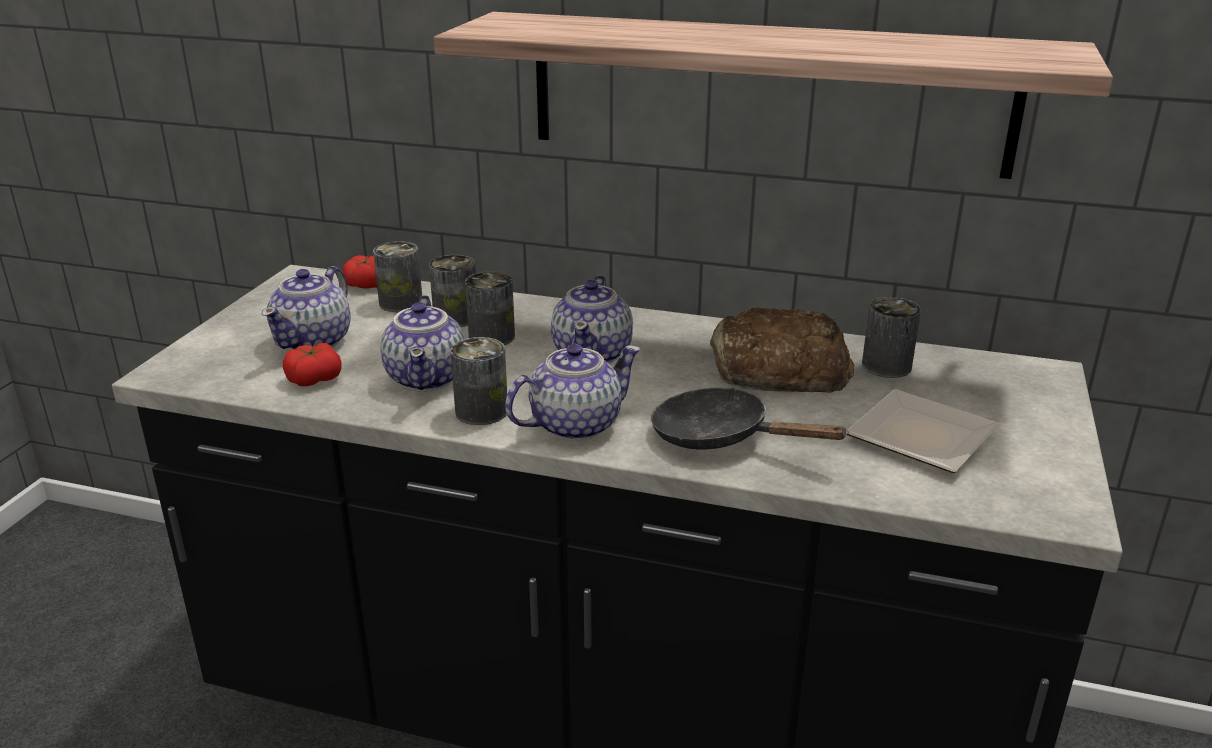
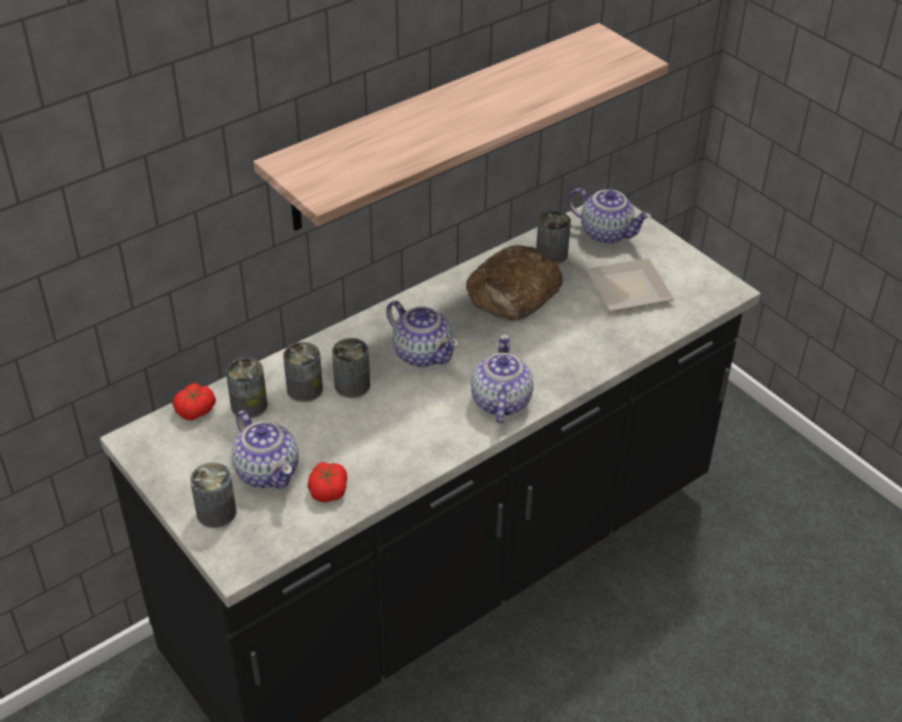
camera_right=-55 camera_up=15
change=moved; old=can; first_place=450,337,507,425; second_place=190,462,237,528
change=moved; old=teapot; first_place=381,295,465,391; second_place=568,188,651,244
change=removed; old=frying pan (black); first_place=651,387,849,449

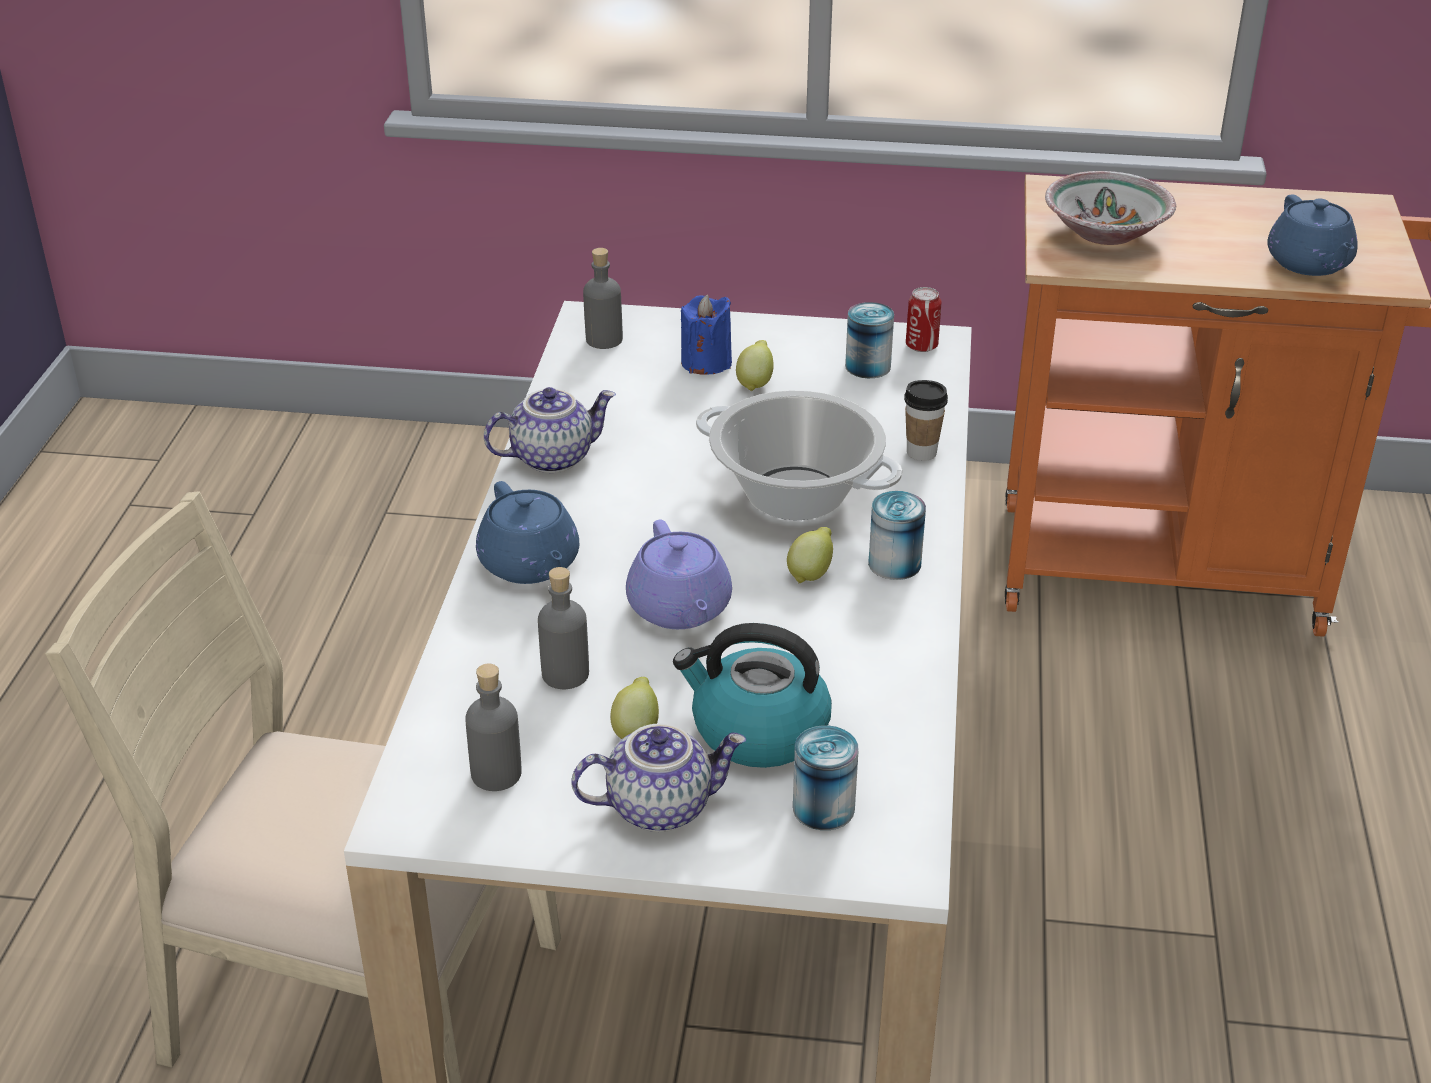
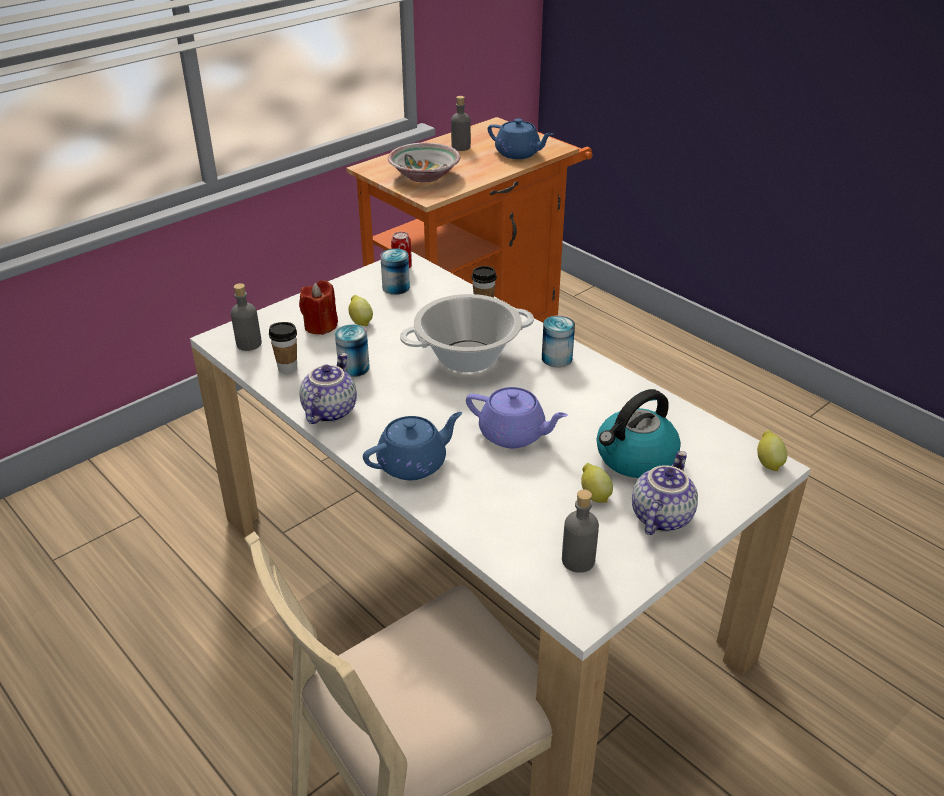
camera_right=-50 camera_up=0
change=added; new=cup; second_place=269,322,297,373
change=recoloured; old=candle (blue); new=candle (red); first_place=681,295,732,374; second_place=299,280,338,335
change=moved; old=can; first_place=793,726,859,830; second_place=335,325,370,377
change=turned; old=teapot (blue); first_place=476,481,579,584; second_place=363,412,462,480; degrees=-45
change=moved; old=bottle (grey); first_place=538,567,589,689; second_place=451,96,471,151
change=moved; old=lemon; first_place=787,527,833,583; second_place=757,430,787,472

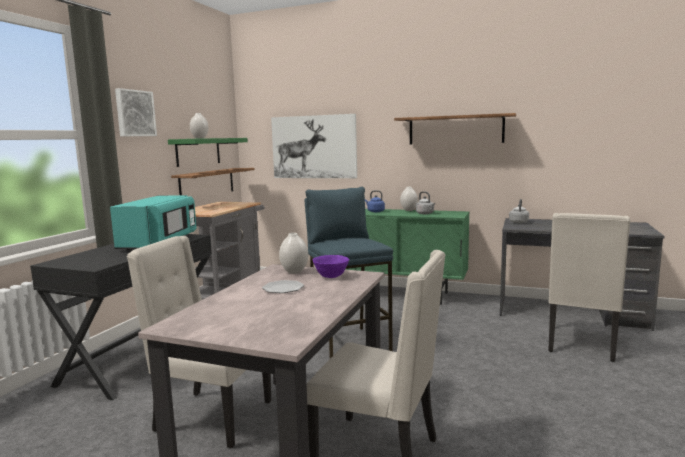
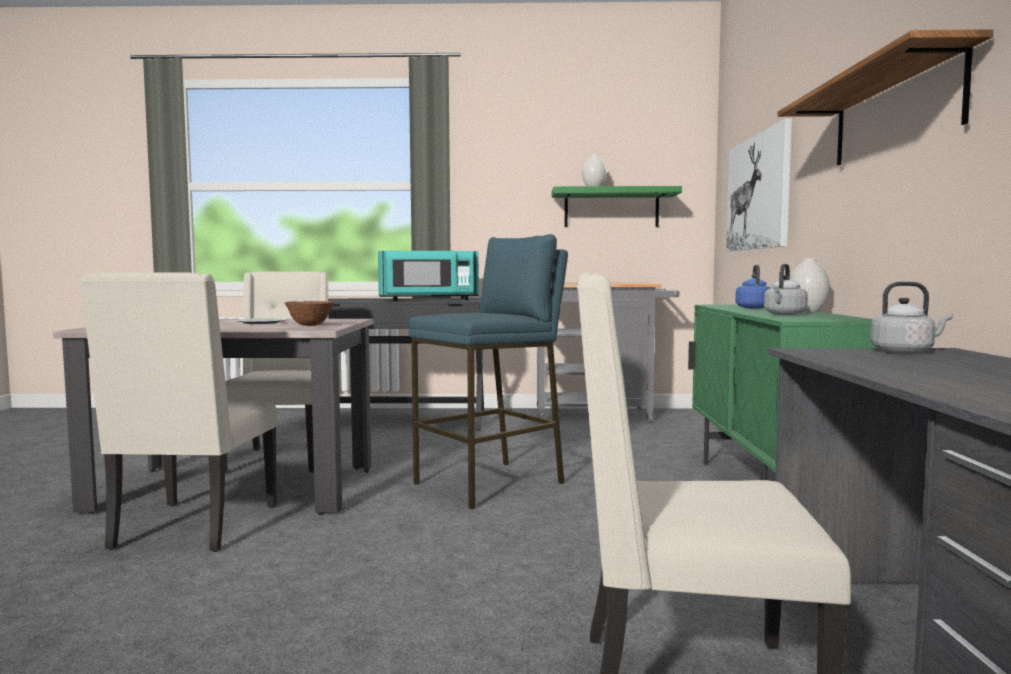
camera_right=70 camera_up=-5
change=recoloured; old=bowl (purple); new=bowl (brown); first_place=313,255,349,278; second_place=285,301,334,326
change=removed; old=picture; first_place=115,88,157,136
change=removed; old=shelf; first_place=171,168,255,195
change=removed; old=vase (white); first_place=279,233,308,274

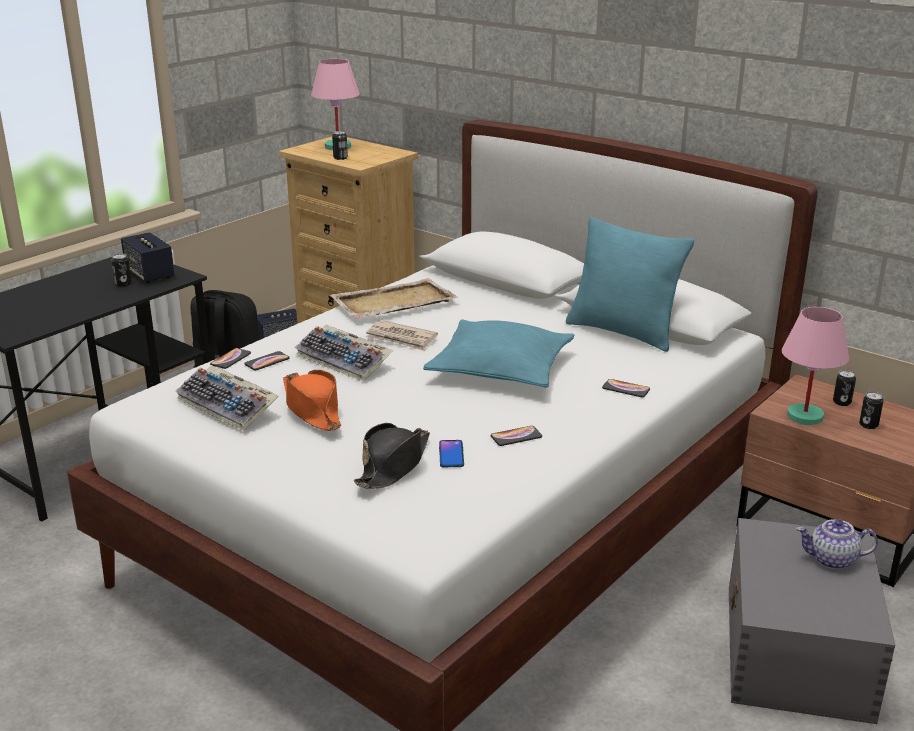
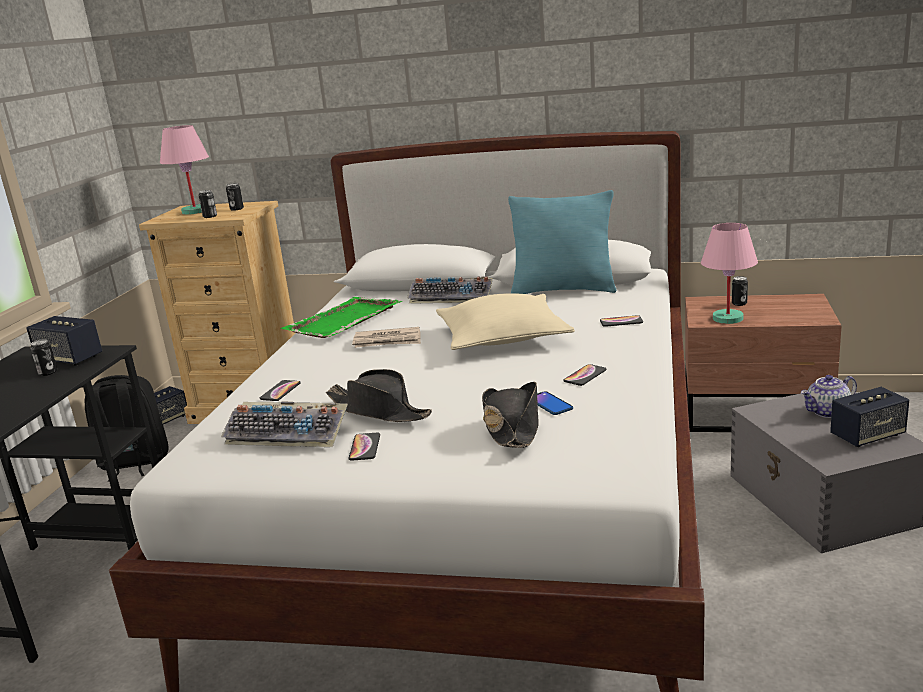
camera_right=-25 camera_up=-5
change=moved; old=can; first_place=859,392,884,429; second_place=226,183,244,211
change=recoloured; old=tray (beige); new=tray (green); first_place=330,278,459,318; second_place=280,297,402,338
change=recoloured; old=hat (orange); new=hat (black); first_place=283,370,341,431; second_place=326,369,432,422
change=moved; old=phone; first_place=210,348,251,369; second_place=349,433,380,461
change=moved; old=keyboard; first_place=295,324,393,382; second_place=407,276,493,304
change=recoloured; old=pillow (turquoise); new=pillow (beige); first_place=423,319,574,388; second_place=436,293,575,350
change=added; new=speaker; second_place=830,387,909,447

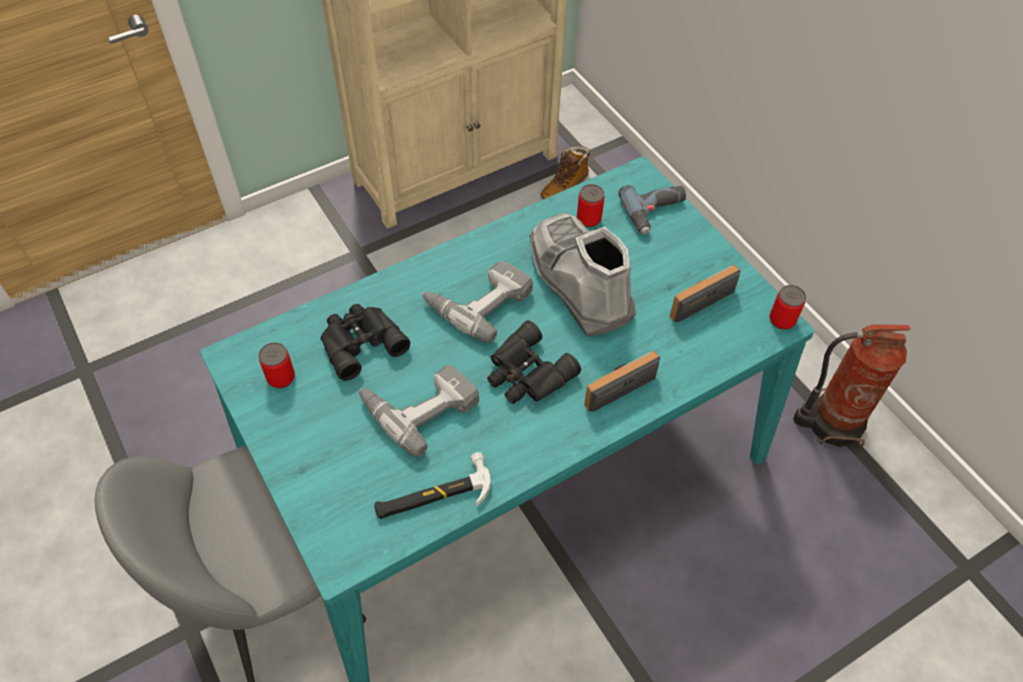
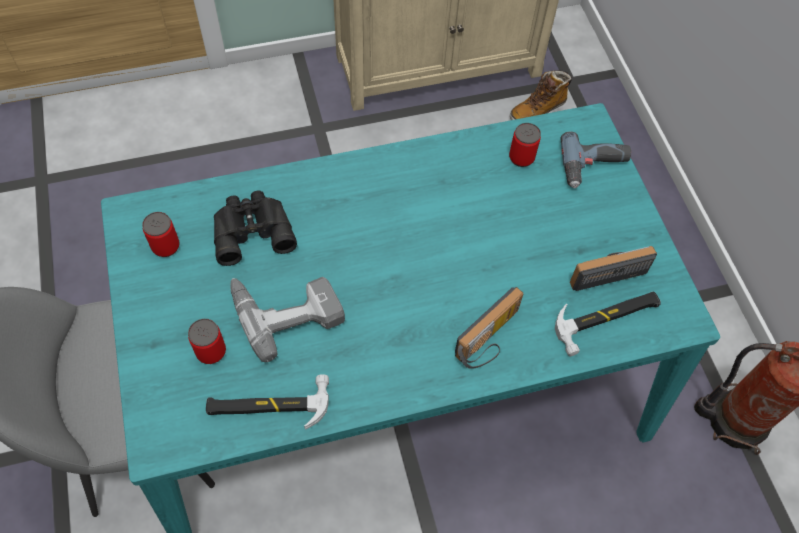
camera_right=15 camera_up=5
change=moved; old=can; first_place=769,285,806,330; second_place=188,319,226,364
change=turned; old=radio; first_place=584,351,660,412; second_place=455,287,523,369; degrees=150
change=added; new=hammer; second_place=555,292,661,356
change=removed; old=power drill; first_place=422,261,533,343
change=removed; old=binoculars (black); first_place=487,320,581,404
change=removed; old=boot (grey); first_place=529,213,636,337

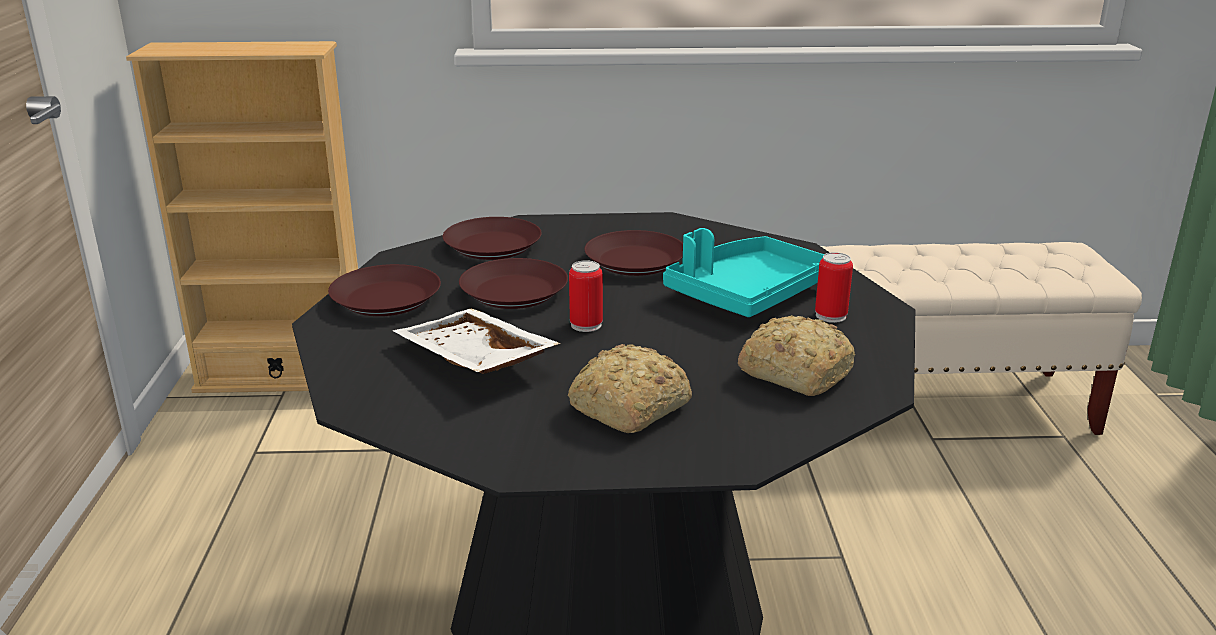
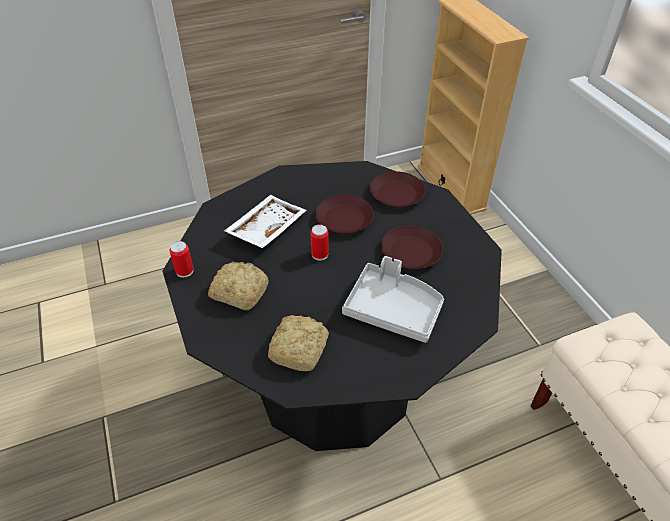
camera_right=70 camera_up=20
change=moved; old=can; first_place=815,252,853,323; second_place=170,241,194,278
change=recoloured; old=tray (turquoise); new=tray (grey); first_place=663,228,824,317; second_place=342,256,444,343
change=removed; old=plate (brown); first_place=328,264,441,316

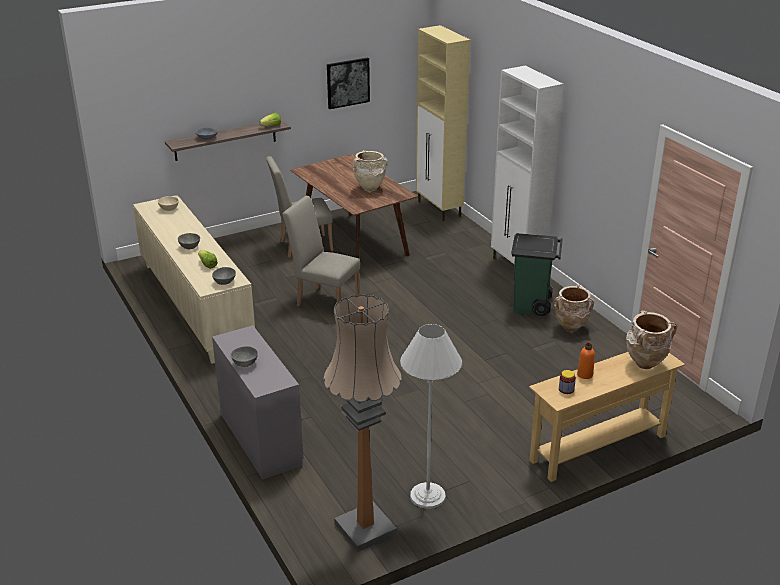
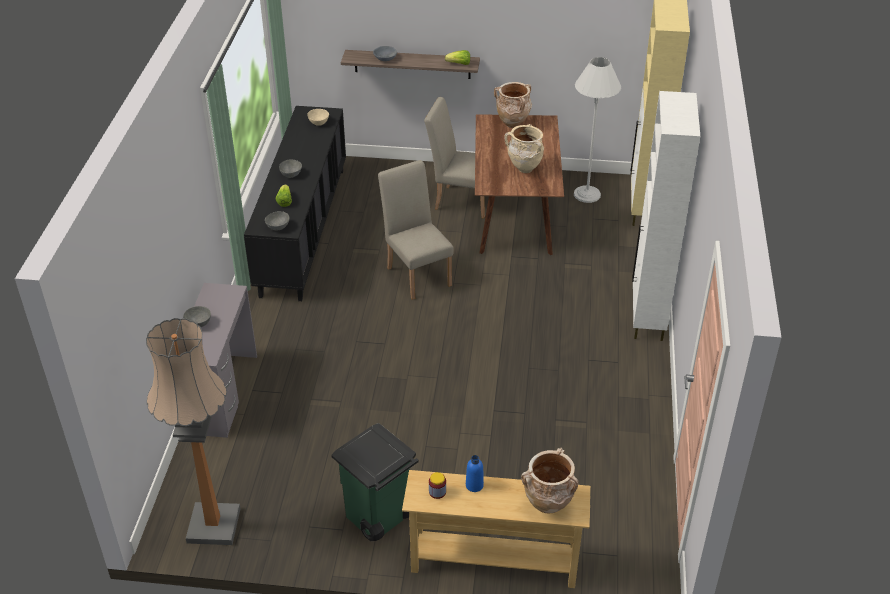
camera_right=35 camera_up=10
change=recoloured; old=cabinet (beige); new=cabinet (black); first_place=133,195,255,364; second_place=244,106,346,301
change=moved; old=trash can (green); first_place=511,233,563,316; second_place=331,423,419,541
change=recoloured; old=bottle (orange); new=bottle (blue); first_place=577,343,595,379; second_place=466,455,484,492
change=moved; old=vase (beige); first_place=554,285,594,332; second_place=494,82,532,128
change=moved; old=floor lamp (white); first_place=400,324,462,509; second_place=574,57,621,203
change=removed; old=picture; first_place=327,57,370,109

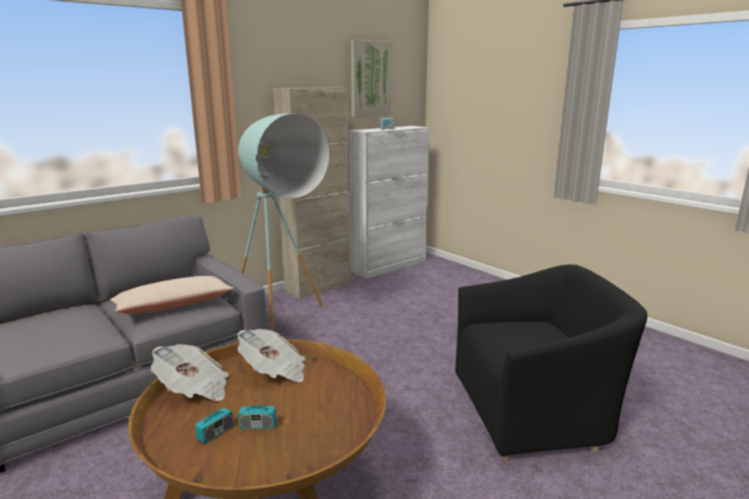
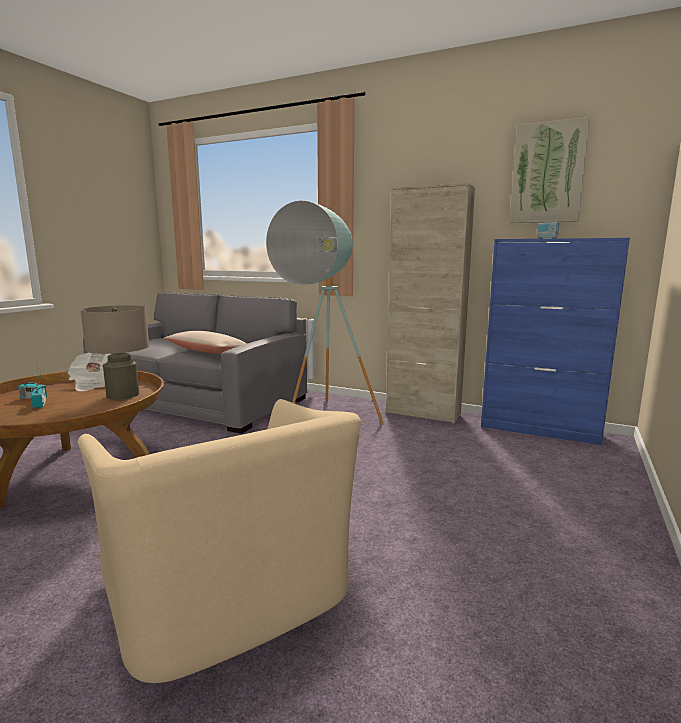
camera_right=65 camera_up=-5
change=recoloured; old=armchair (black); new=armchair (beige); first_place=455,265,647,461; second_place=78,399,361,683
change=replaced; old=newspaper; new=table lamp (beige); first_place=238,329,305,382; second_place=80,305,149,400
change=recoloured; old=cabinet (white); new=cabinet (blue); first_place=349,126,430,279; second_place=481,238,630,445

